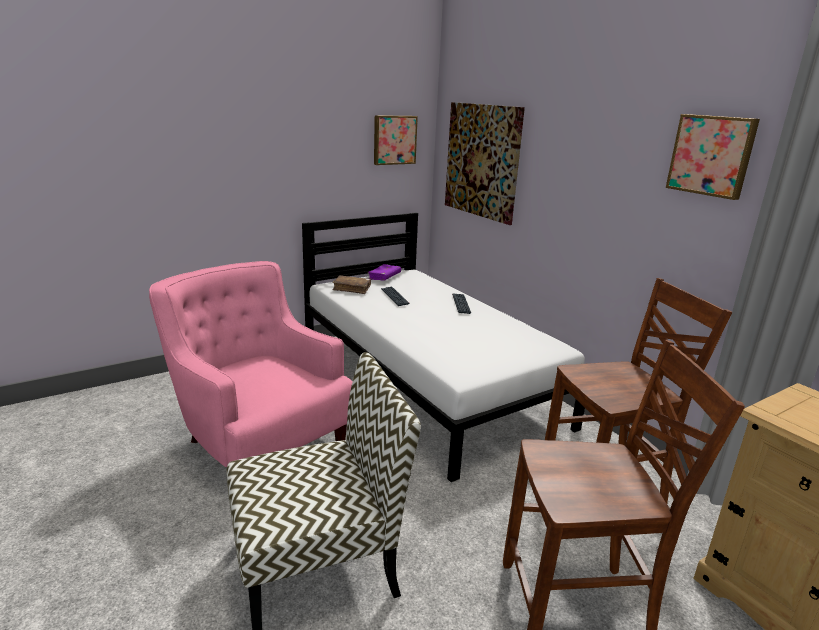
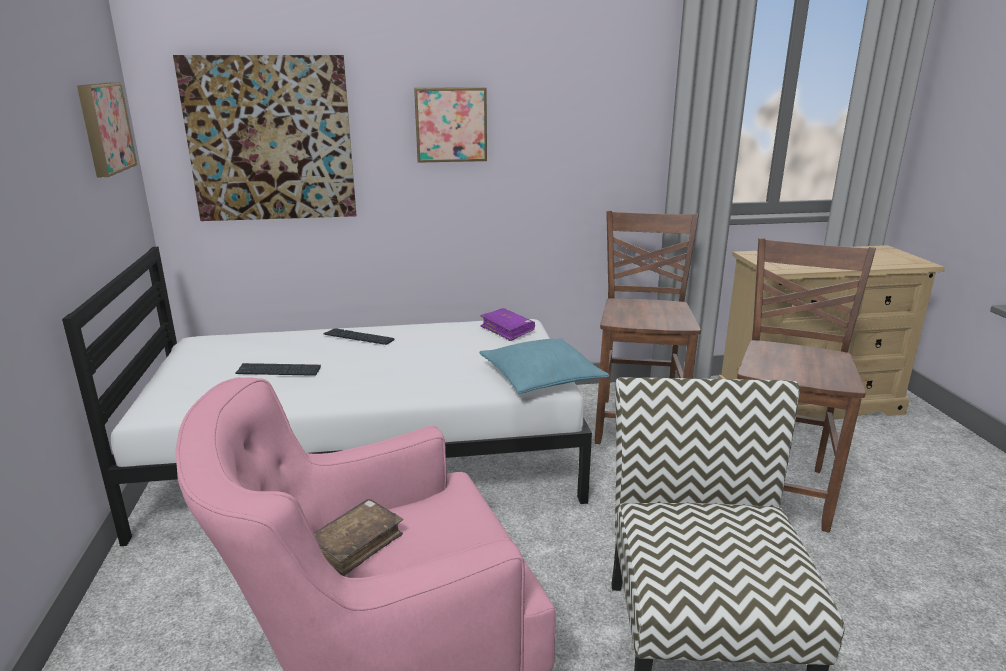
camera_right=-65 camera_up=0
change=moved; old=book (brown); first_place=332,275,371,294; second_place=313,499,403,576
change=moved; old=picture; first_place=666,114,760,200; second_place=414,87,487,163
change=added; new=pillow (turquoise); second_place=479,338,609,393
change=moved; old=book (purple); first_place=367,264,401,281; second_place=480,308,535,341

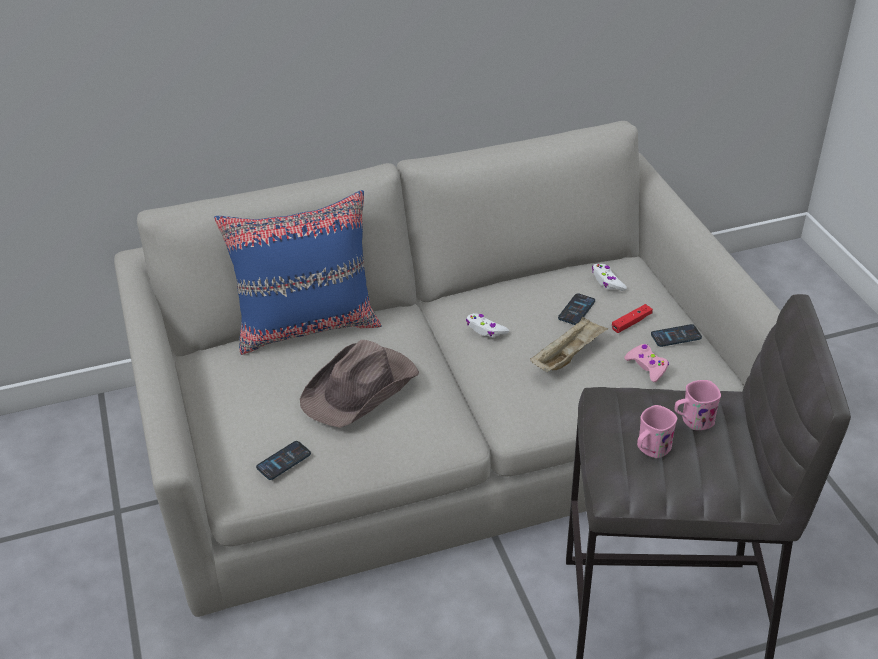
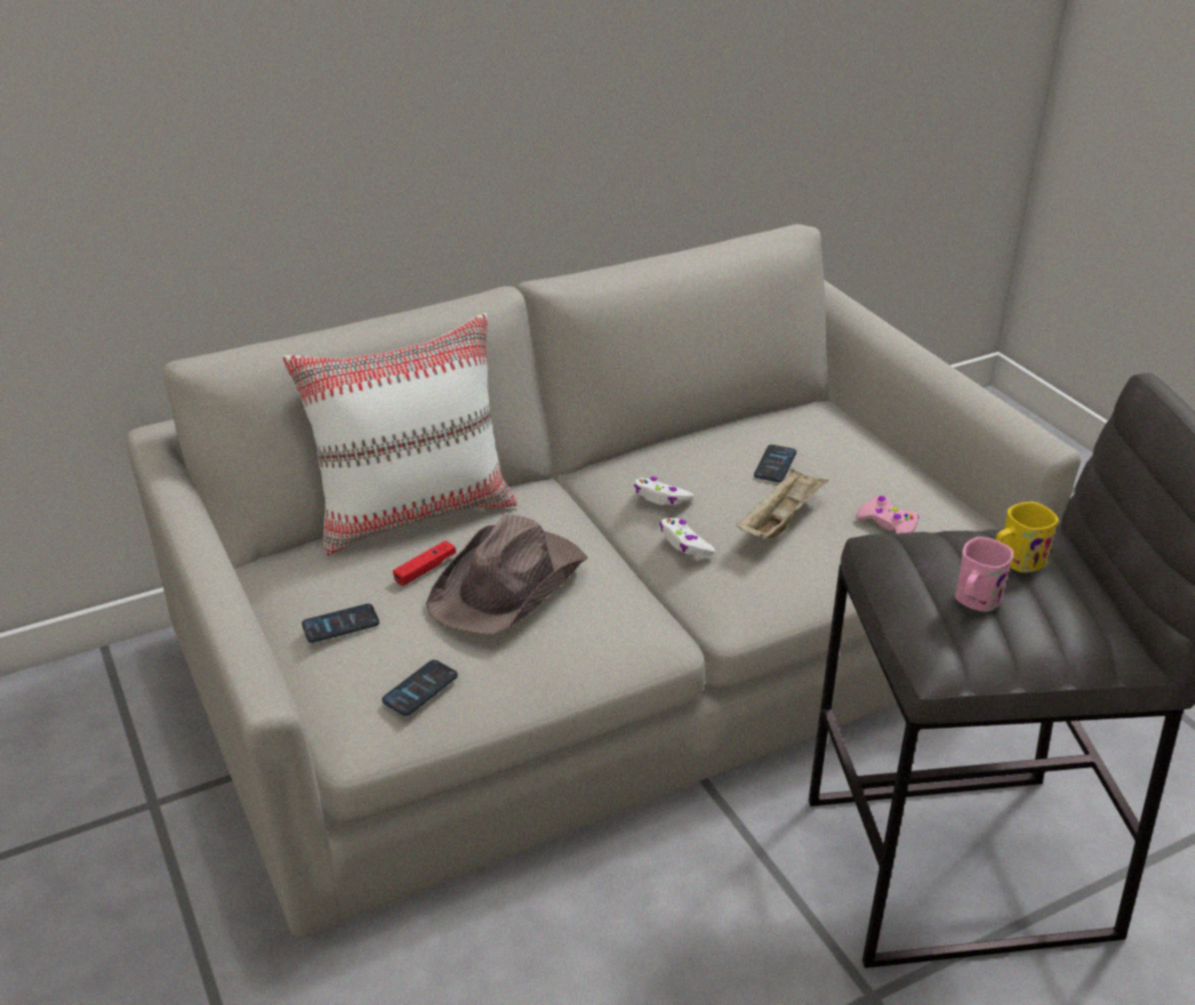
camera_right=-10 camera_up=-5
change=recoloured; old=pillow (blue); new=pillow (white); first_place=214,190,382,355; second_place=282,313,518,556
change=moved; old=phone; first_place=651,324,702,347; second_place=302,604,379,643
change=moved; old=game controller (red); first_place=612,304,653,333; second_place=393,540,456,586
change=moved; old=game controller (white); first_place=592,264,627,291; second_place=660,518,715,555
change=recoloured; old=mug (pink); new=mug (yellow); first_place=674,380,721,430; second_place=996,502,1059,573

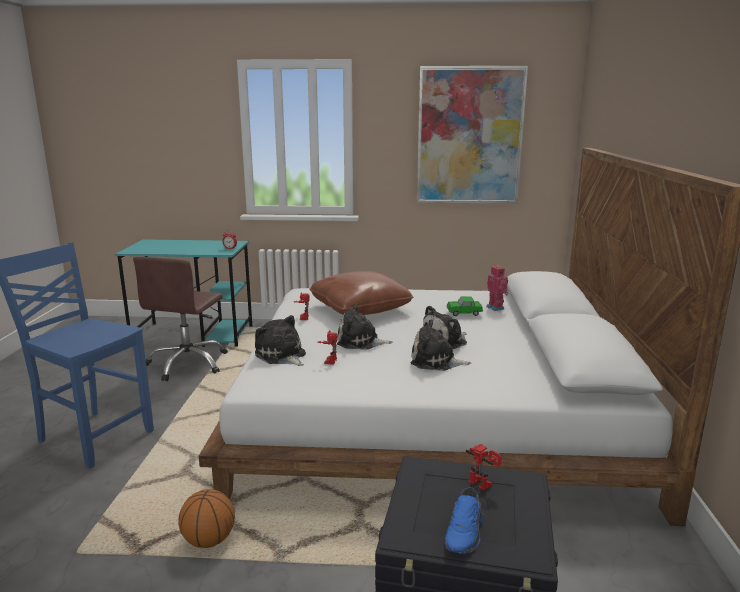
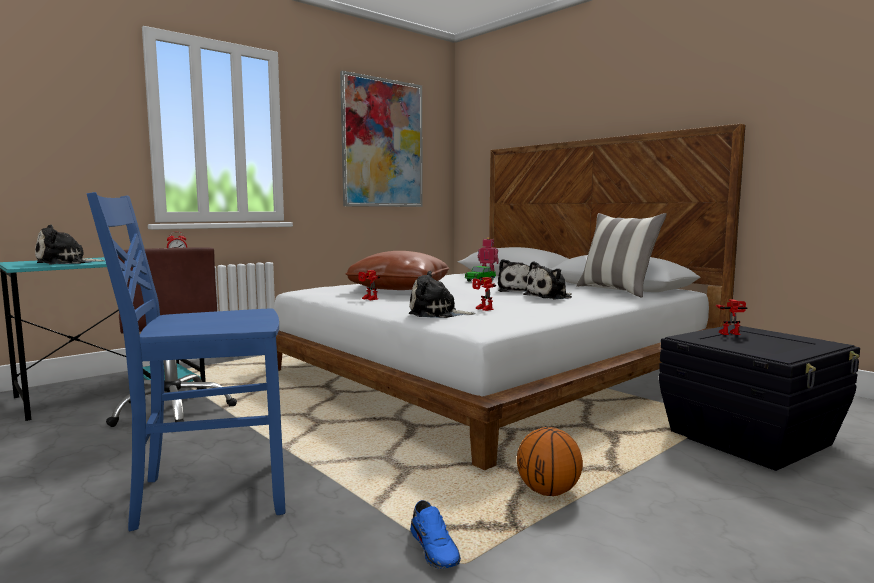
camera_right=-45 camera_up=-10
change=moved; old=plush toy; first_place=337,304,393,350; second_place=35,225,105,265
change=moved; old=shoe (blue); first_place=445,487,483,554; second_place=410,500,461,569
change=added; new=pillow; second_place=576,213,667,298

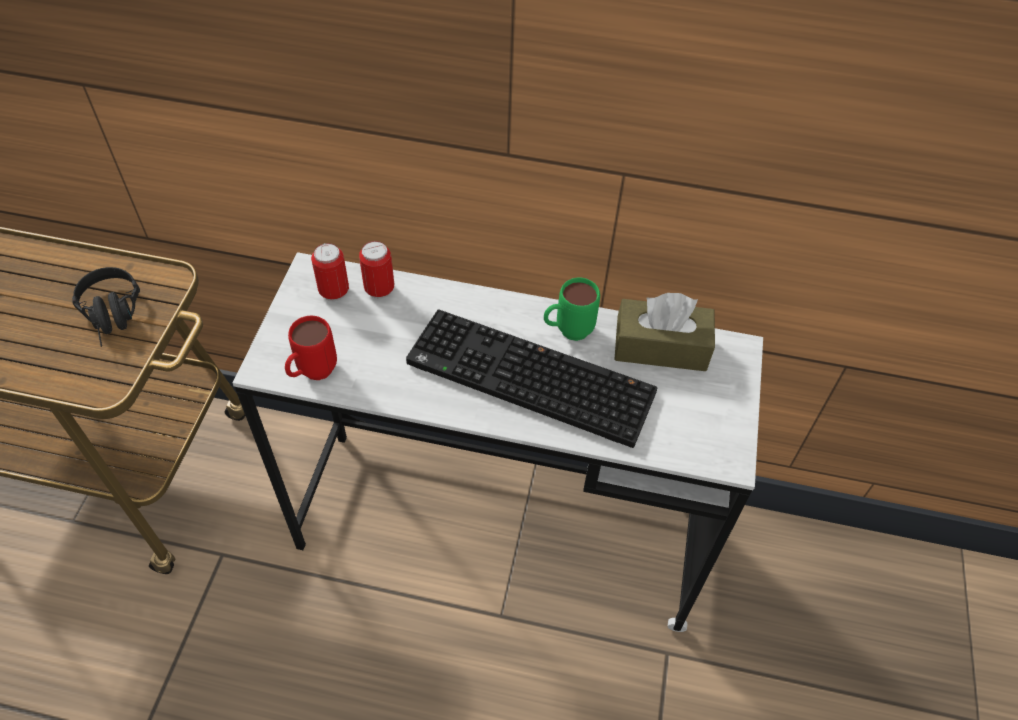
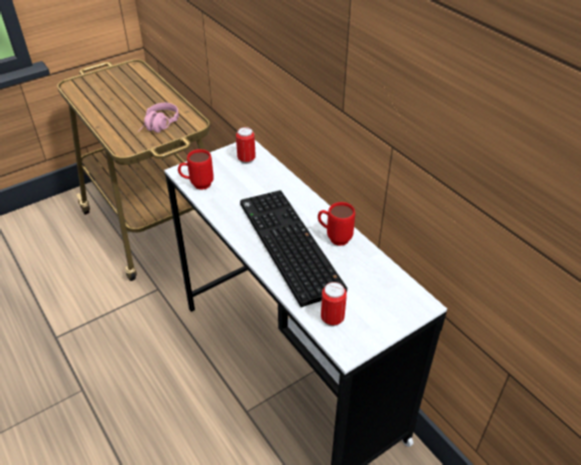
camera_right=45 camera_up=-10
change=recoloured; old=headphones (black); new=headphones (pink); first_place=72,267,140,347; second_place=138,103,179,133
change=recoloured; old=mug (green); new=mug (red); first_place=544,278,600,341; second_place=318,202,355,246
change=moved; old=can; first_place=359,241,394,299; second_place=321,282,347,326
change=removed; old=tissue box (brown); first_place=615,293,715,371

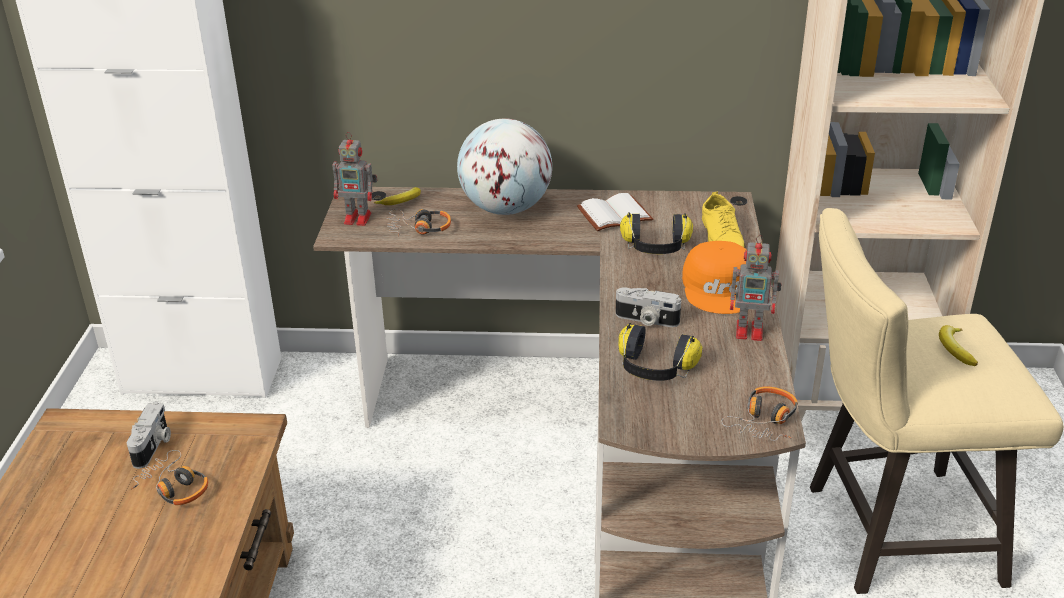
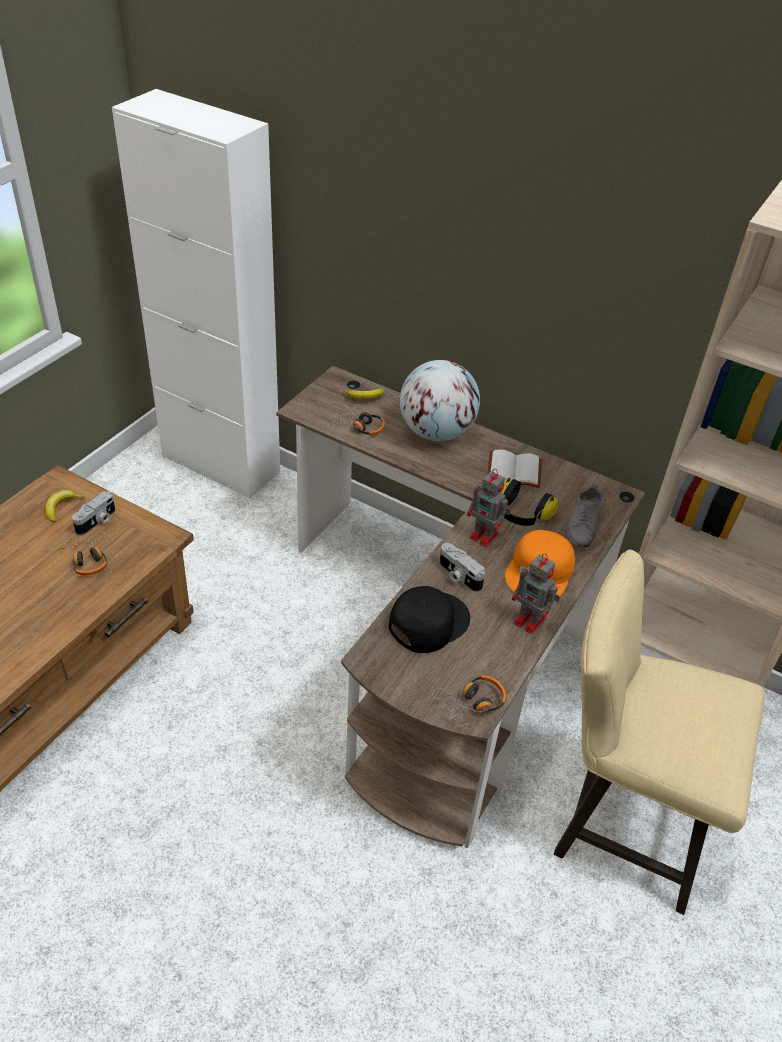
camera_right=25 camera_up=10
change=moved; old=banana; first_place=939,325,978,366; second_place=45,489,84,523
change=replaced; old=headphones; new=cap (black); first_place=619,323,702,381; second_place=389,586,470,653
change=moved; old=toy robot; first_place=333,132,377,226; second_place=467,469,511,547
change=recoloured; old=shoe (yellow); new=shoe (grey); first_place=702,192,745,248; second_place=566,485,604,548

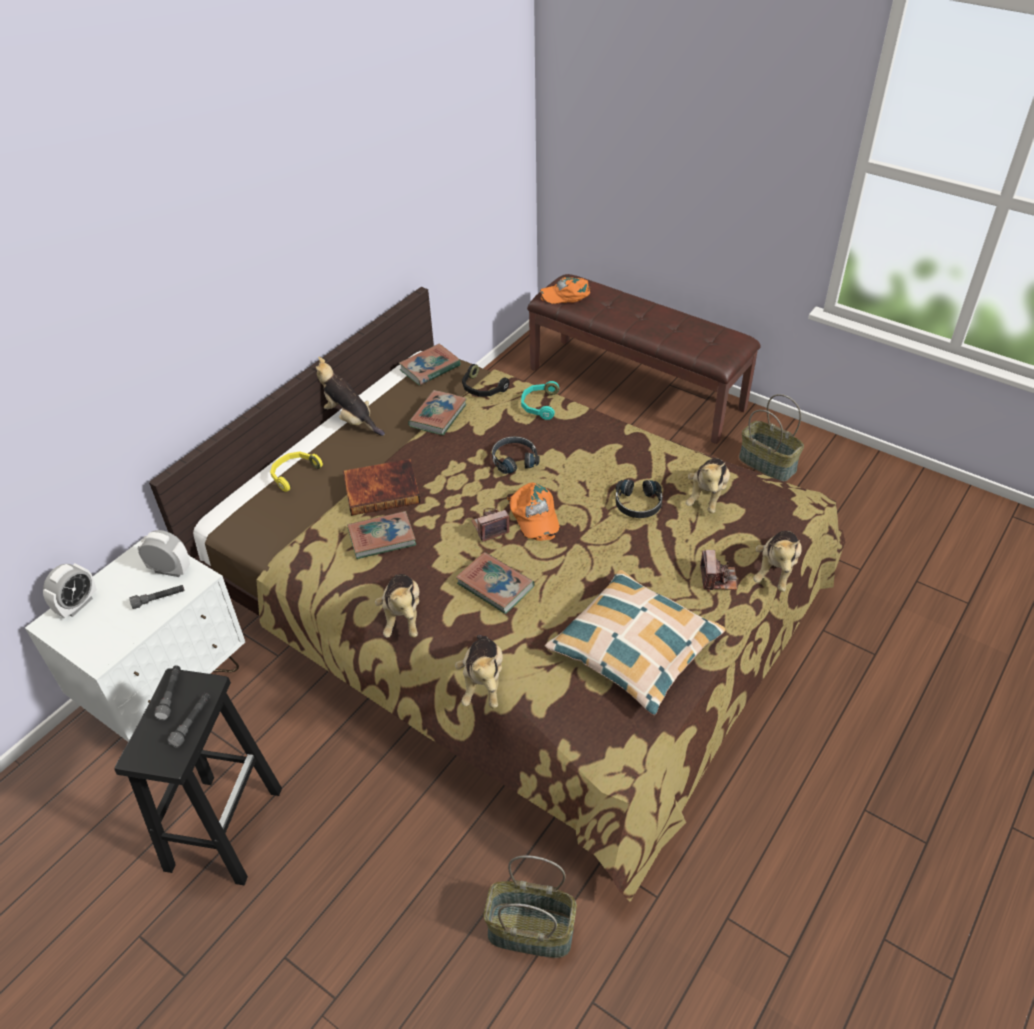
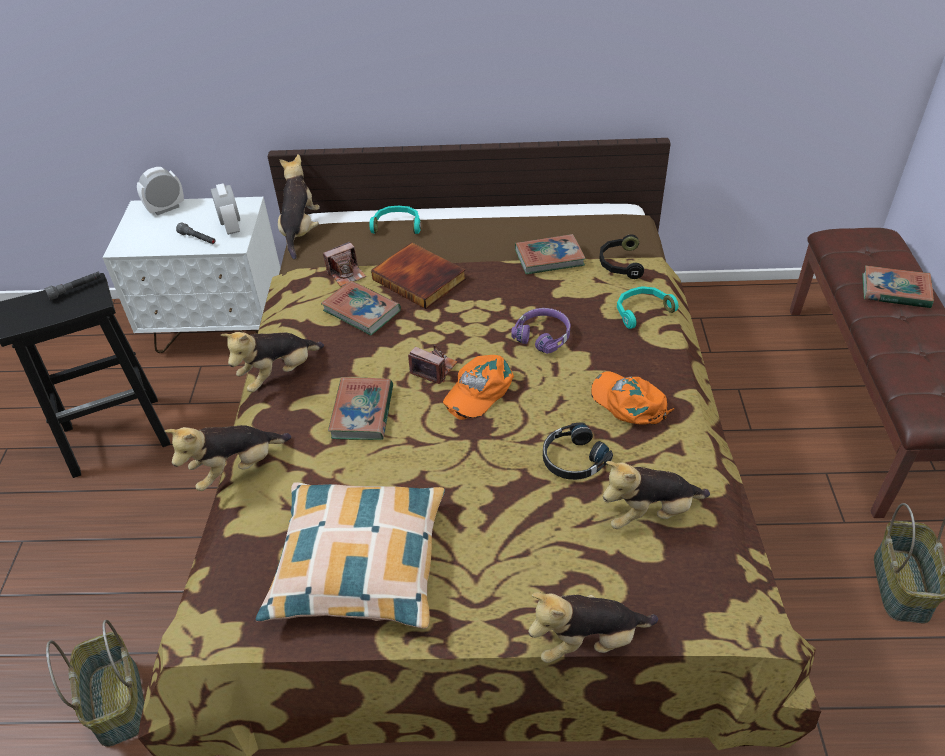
camera_right=55 camera_up=0
change=turned; old=alarm clock; first_place=43,563,97,618; second_place=137,167,184,215; degrees=150
change=moved; old=plush toy; first_place=316,357,385,436; second_place=278,154,320,260
change=moved; old=photo camera; first_place=700,550,737,591; second_place=323,242,366,287
change=recoloured; old=headphones (yellow); new=headphones (turquoise); first_place=270,452,323,492; second_place=369,206,421,234
change=recoloured; old=headphones (black); new=headphones (purple); first_place=492,436,539,474; second_place=511,308,570,354
change=moved; old=cap (orange); first_place=540,277,590,304; second_place=591,371,675,425
change=moved; old=book; first_place=399,344,461,385; second_place=862,265,934,308
change=removed; old=flashlight (grey); first_place=167,693,210,748

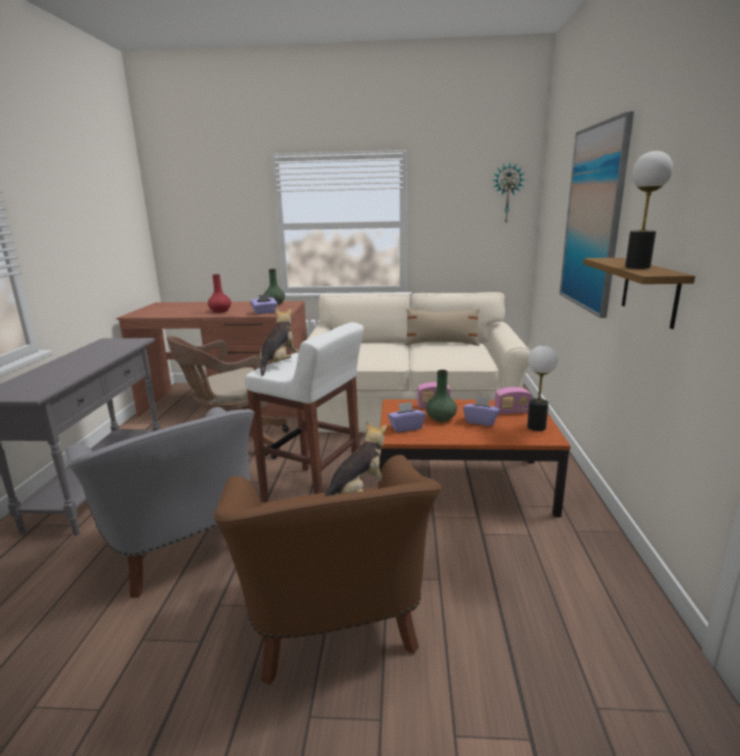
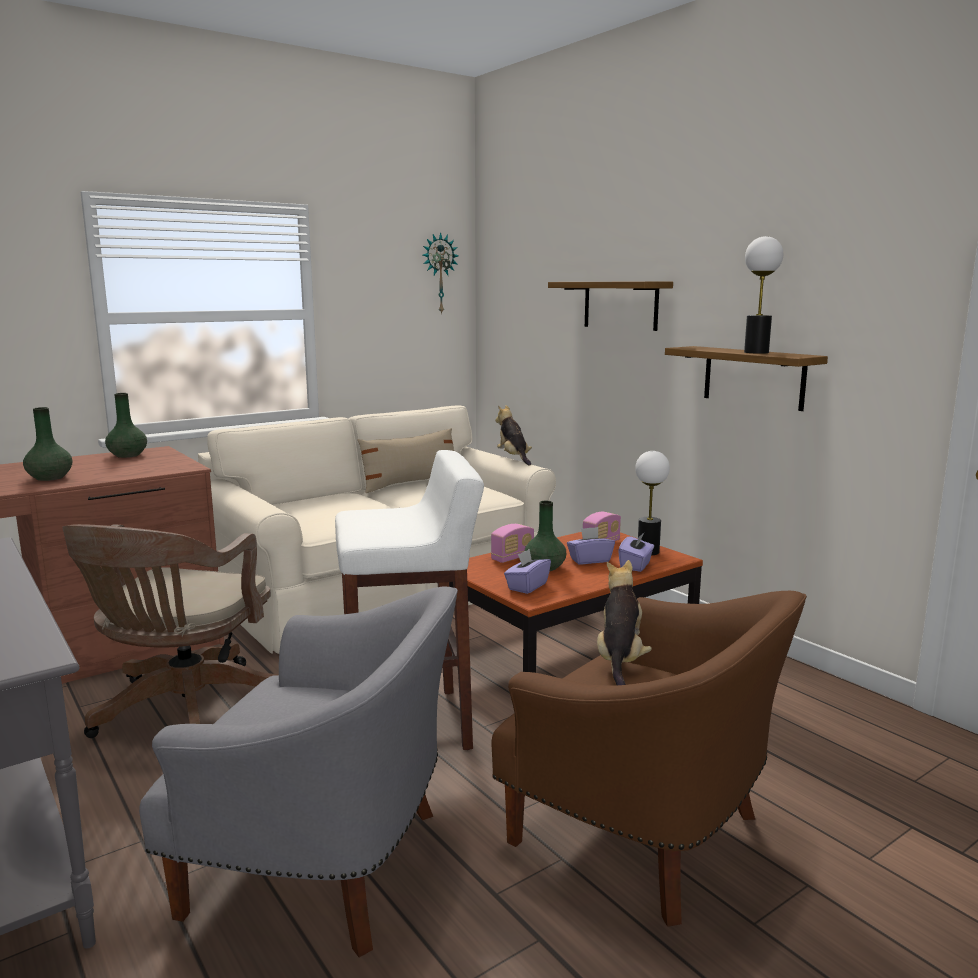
camera_right=-40 camera_up=-5
change=recoloured; old=vase (red); new=vase (green); first_place=208,274,231,313; second_place=23,407,73,481
change=moved; old=plush toy; first_place=260,309,299,376; second_place=495,405,532,466
change=replaced; old=picture; new=shelf; first_place=559,111,634,318; second_place=548,281,673,331
change=moved; old=tissue box (purple); first_place=251,294,278,314; second_place=618,532,654,572

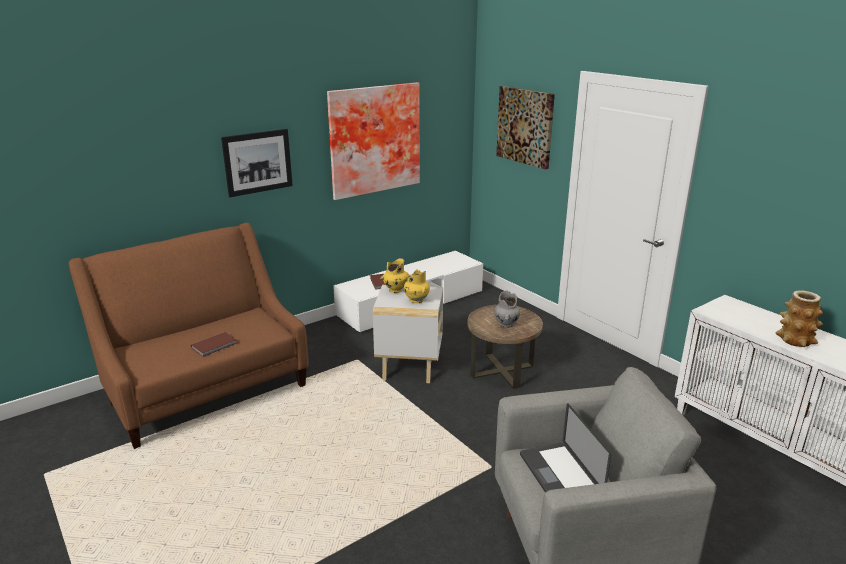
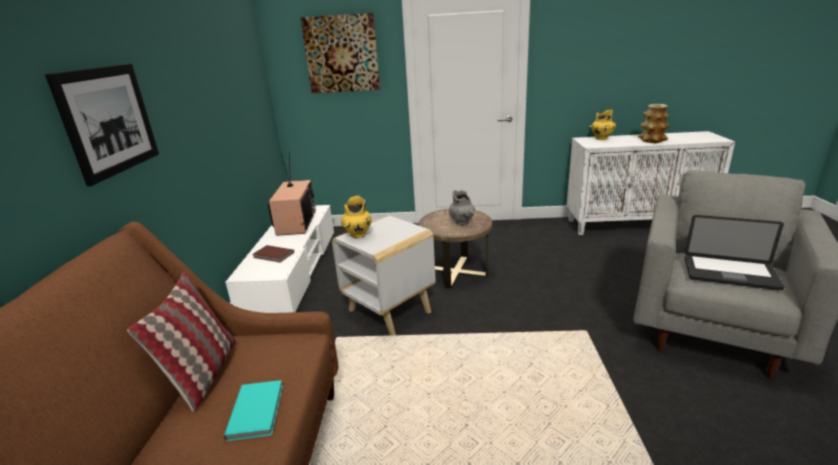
camera_right=-50 camera_up=0
change=added; new=pillow; second_place=127,273,236,412
change=recoloured; old=book (brown); new=book (turquoise); first_place=191,332,237,357; second_place=224,380,283,441
change=added; new=television; second_place=268,151,316,236
change=moved; old=vase (yellow); first_place=404,269,430,303; second_place=590,110,616,140
change=removed; old=picture; first_place=327,82,420,200

